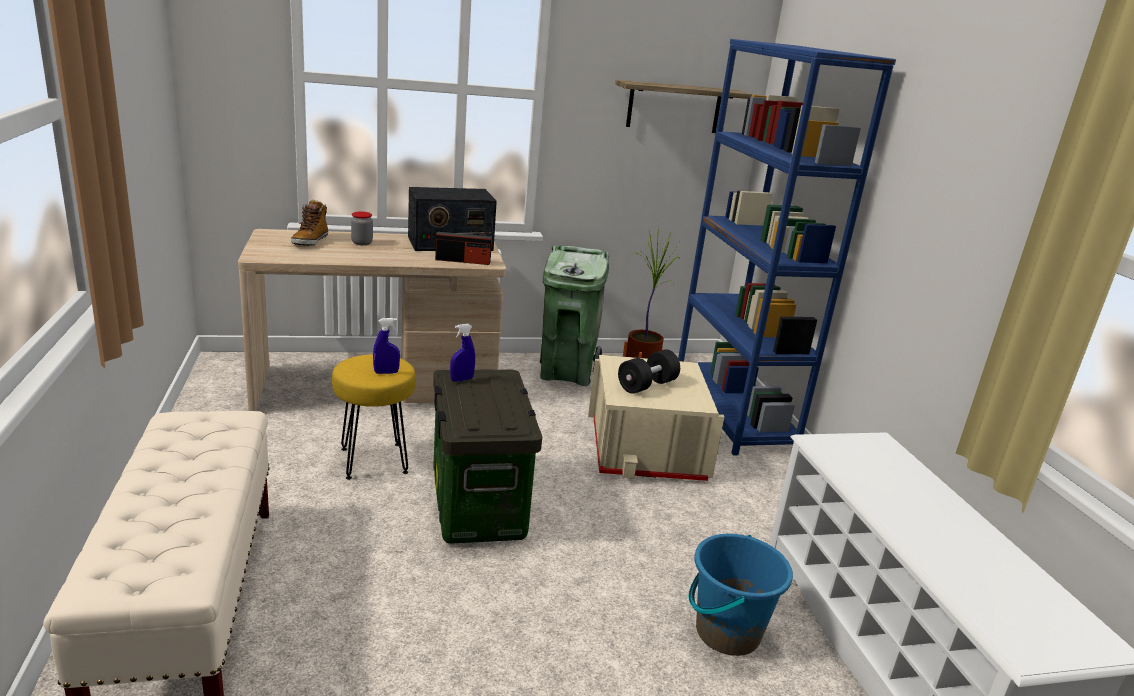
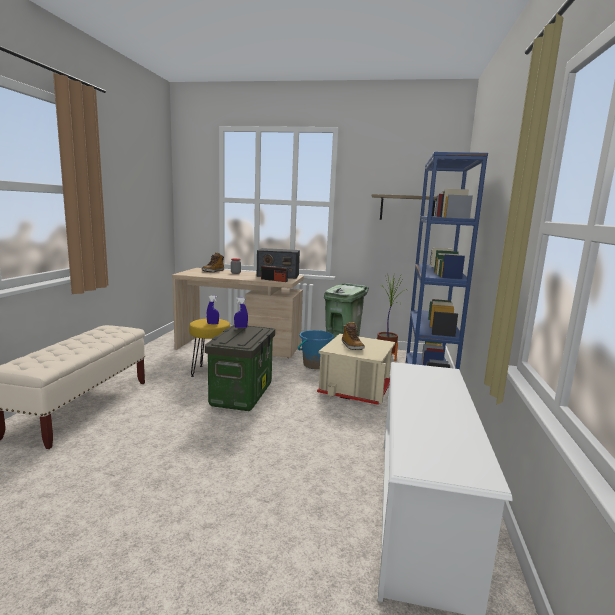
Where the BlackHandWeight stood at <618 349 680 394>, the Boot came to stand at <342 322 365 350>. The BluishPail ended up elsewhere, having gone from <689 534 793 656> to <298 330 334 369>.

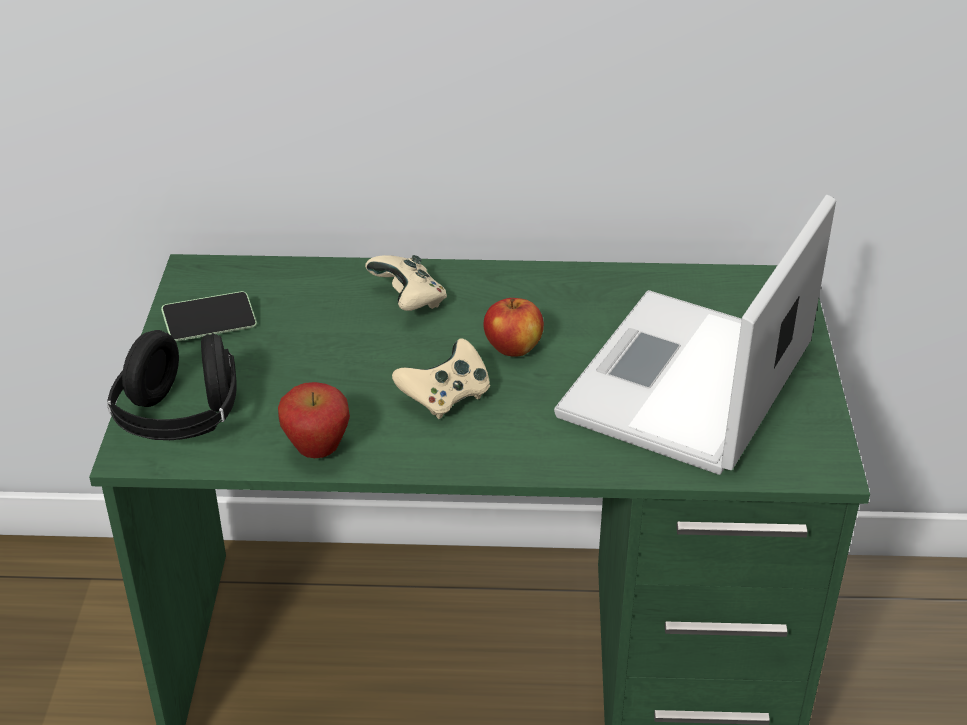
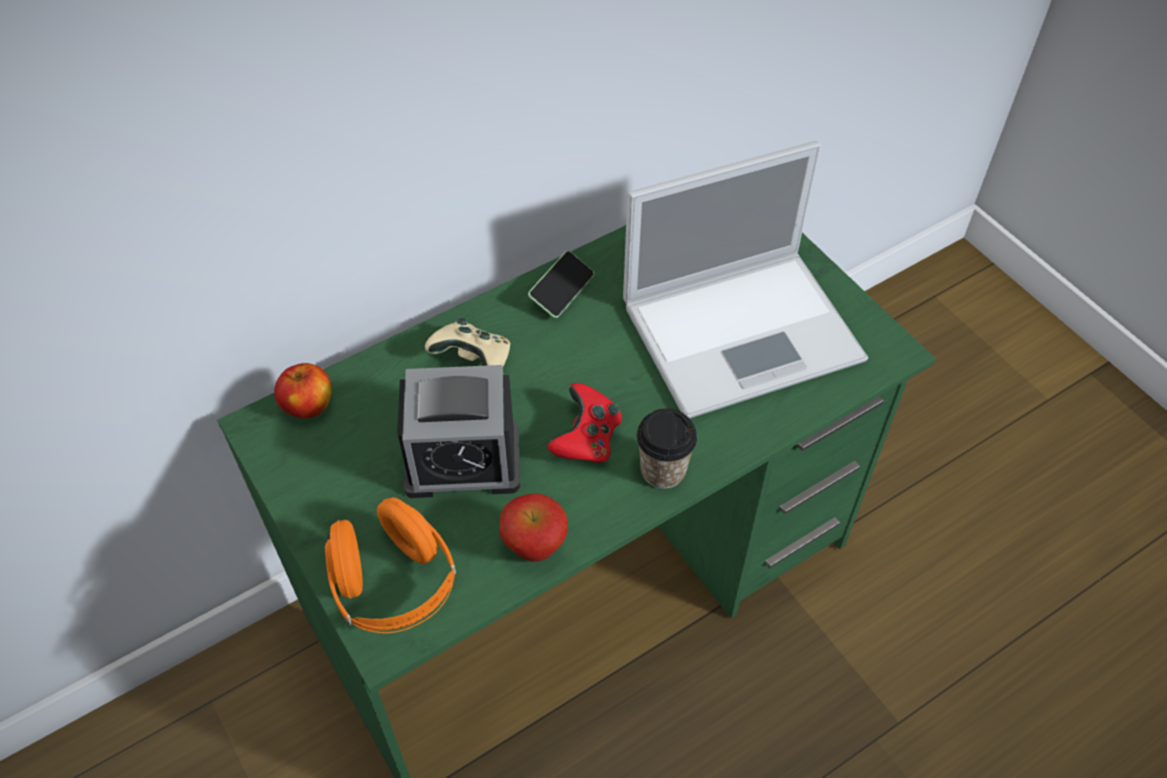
What was the BlackPairOfHeadphones at <107 330 237 440> turned into the OrangePairOfHeadphones at <325 497 456 633>. The Telephone ended up elsewhere, having gone from <161 291 257 341> to <528 251 594 318>. What was the BeigeGamepad at <392 339 490 419> turned into the RedColouredGamepad at <547 383 622 463>. The Apple ended up elsewhere, having gone from <483 298 544 357> to <274 363 332 419>. The Laptop at <554 195 836 475> ended up facing another way, 105 degrees counterclockwise from before. The second view gained the AlarmClock at <397 365 520 498>. The second view gained the DrinkingCup at <637 408 697 489>.

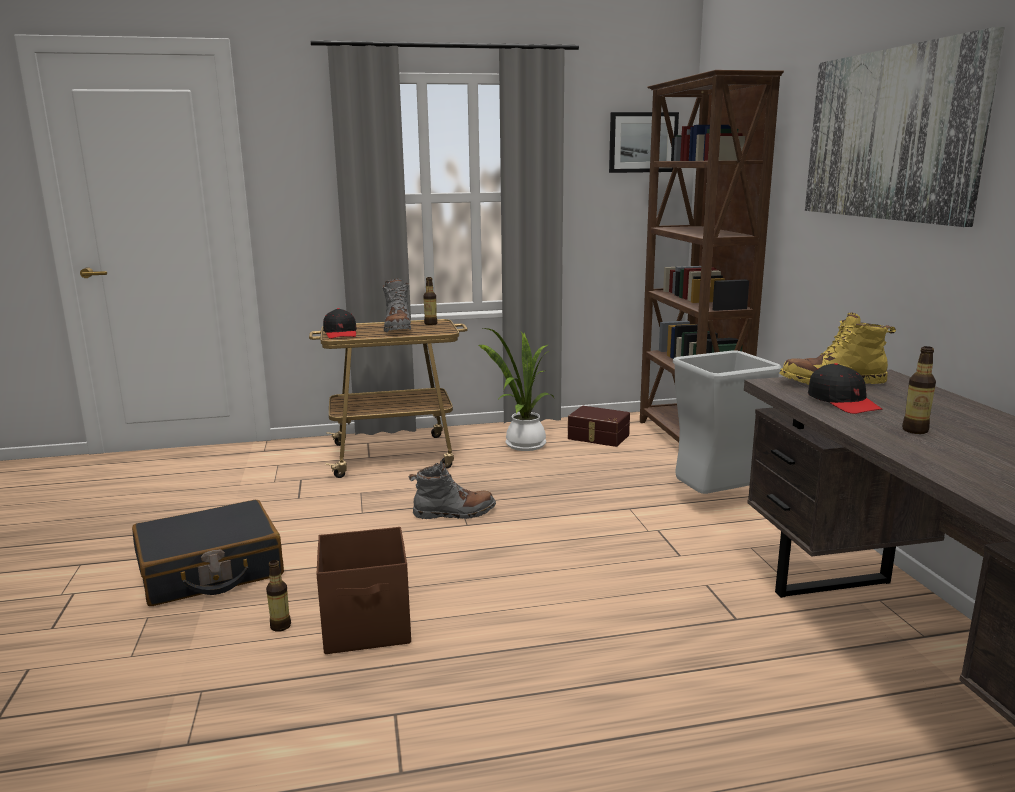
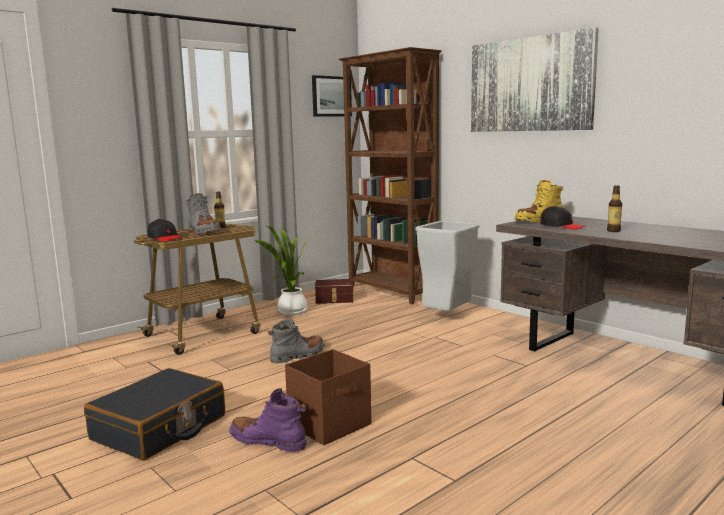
Where the BeverageBottle stood at <266 560 291 632>, the PurpleBoot came to stand at <229 388 308 452>.

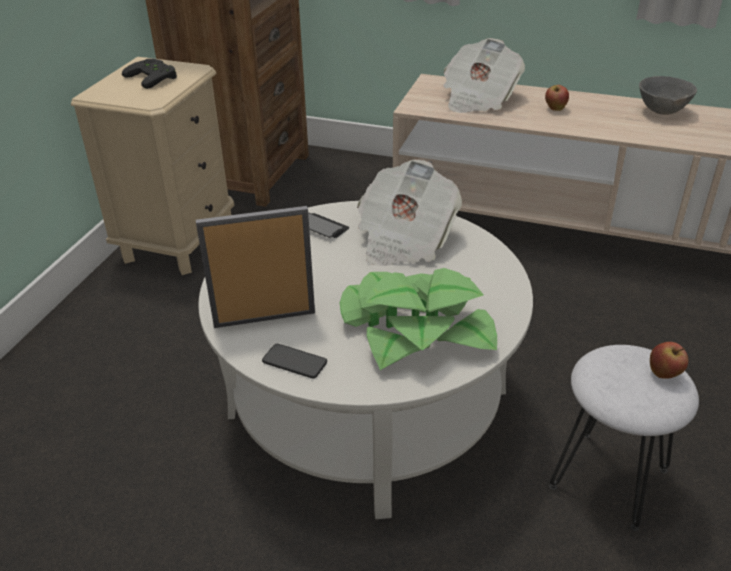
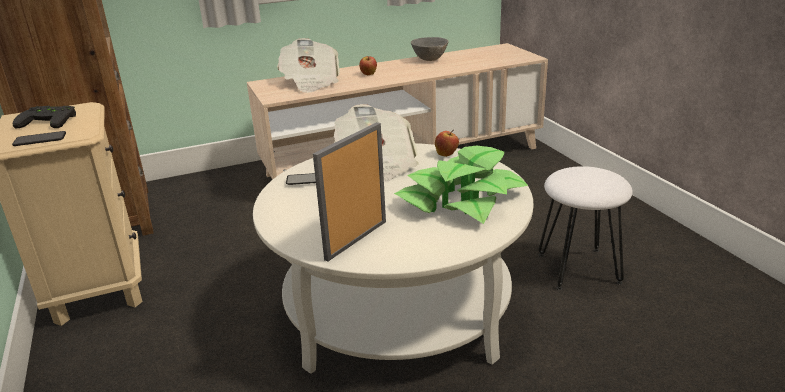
The Telephone ended up elsewhere, having gone from <262 344 327 378> to <12 131 66 146>. The Apple ended up elsewhere, having gone from <650 342 688 379> to <435 129 459 157>.

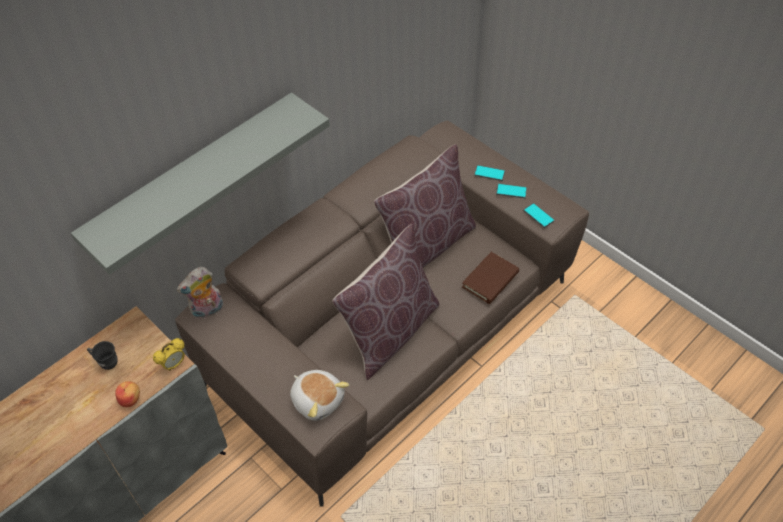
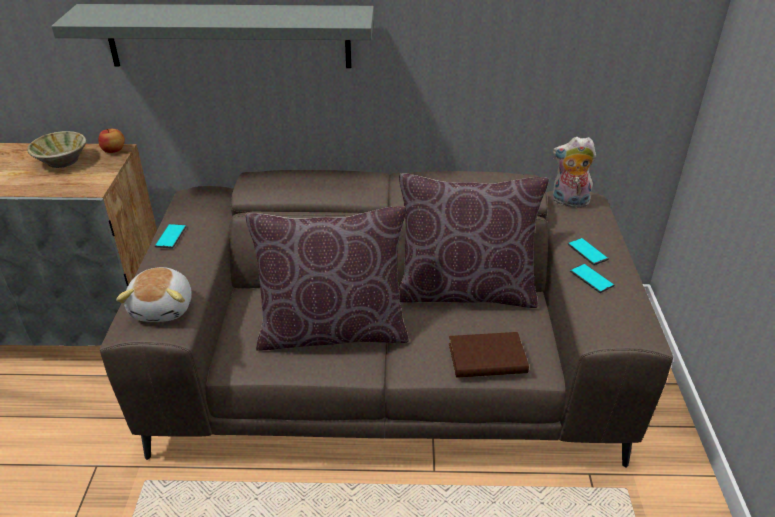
Where the GreyishMug stood at <87 341 118 370>, the BeigeBowl came to stand at <27 131 87 168>. The Apple ended up elsewhere, having gone from <115 381 140 407> to <98 129 125 153>. The second view lost the AlarmClock at <153 338 185 371>. The SoftToy ended up elsewhere, having gone from <177 267 223 319> to <553 137 596 210>. The Telephone ended up elsewhere, having gone from <523 203 555 228> to <155 224 187 249>.

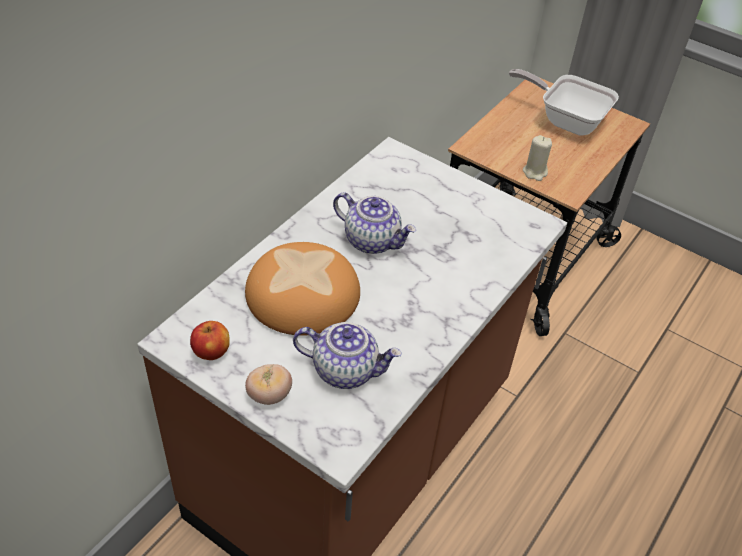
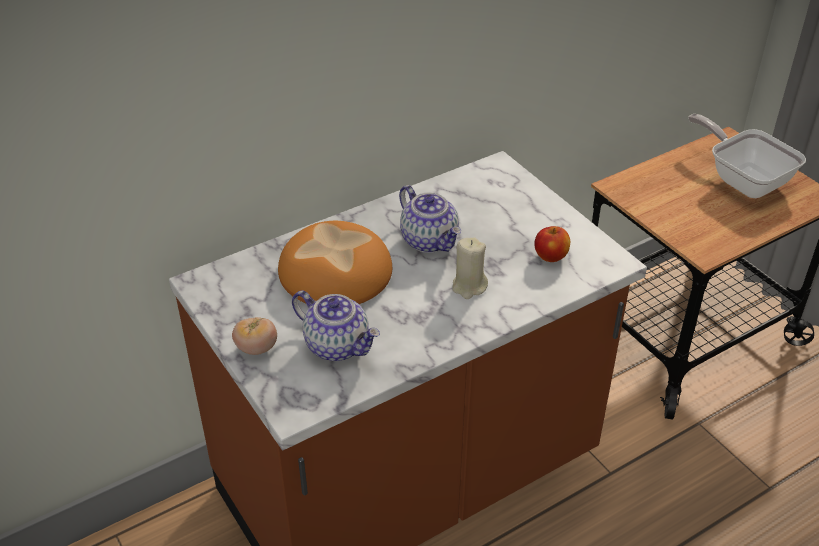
The Apple ended up elsewhere, having gone from <190 321 230 360> to <534 226 570 262>. The BeigeWaxLight ended up elsewhere, having gone from <523 135 552 181> to <452 238 488 299>.

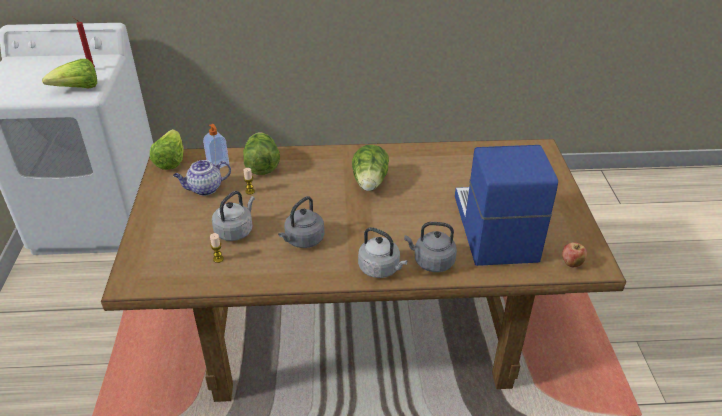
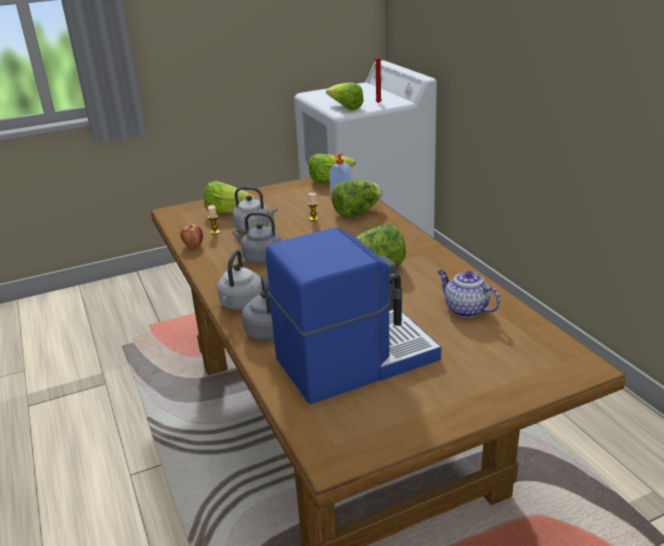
The TeaPot ended up elsewhere, having gone from <173 160 231 196> to <437 270 501 318>. The Apple ended up elsewhere, having gone from <562 242 587 267> to <180 224 203 248>. The second view gained the HeadOfLettuce at <204 181 257 213>.

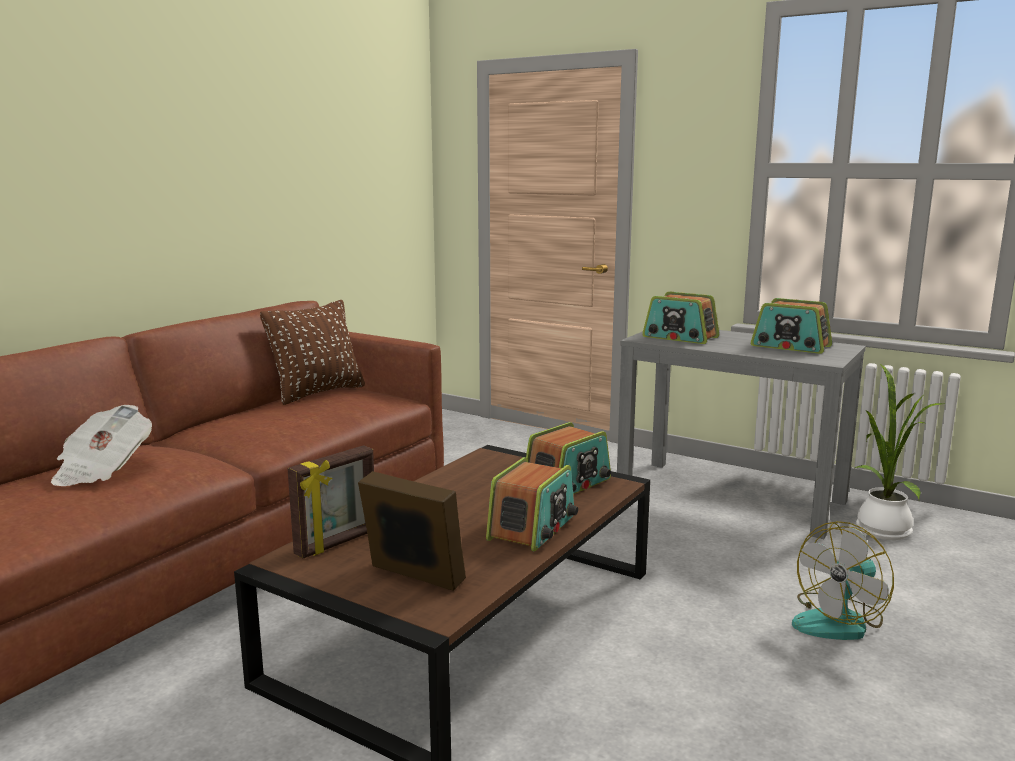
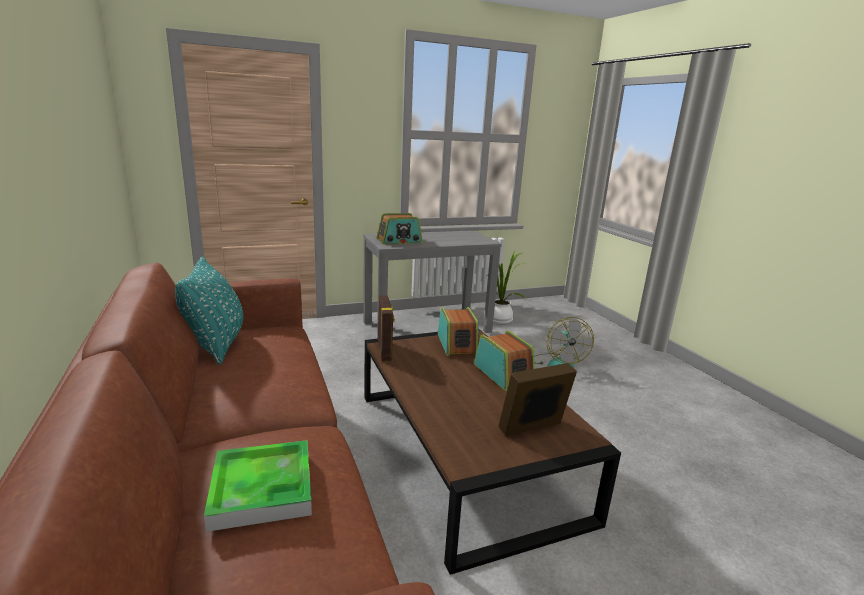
Where the PrintedPaper stood at <51 405 152 486>, the CarryingTray came to stand at <204 440 312 532>. What was the BrownThrowPillow at <260 300 365 405> turned into the TurquoiseThrowPillow at <175 257 243 365>. The PhotoFrame ended up elsewhere, having gone from <288 445 374 559> to <378 295 395 361>. The second view lost the Radio at <751 298 832 354>.

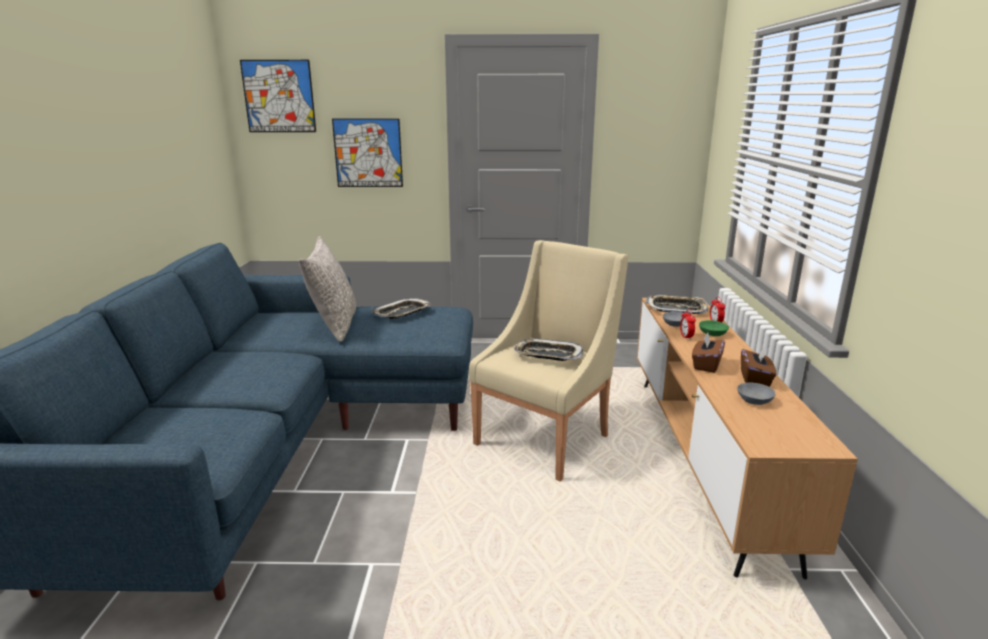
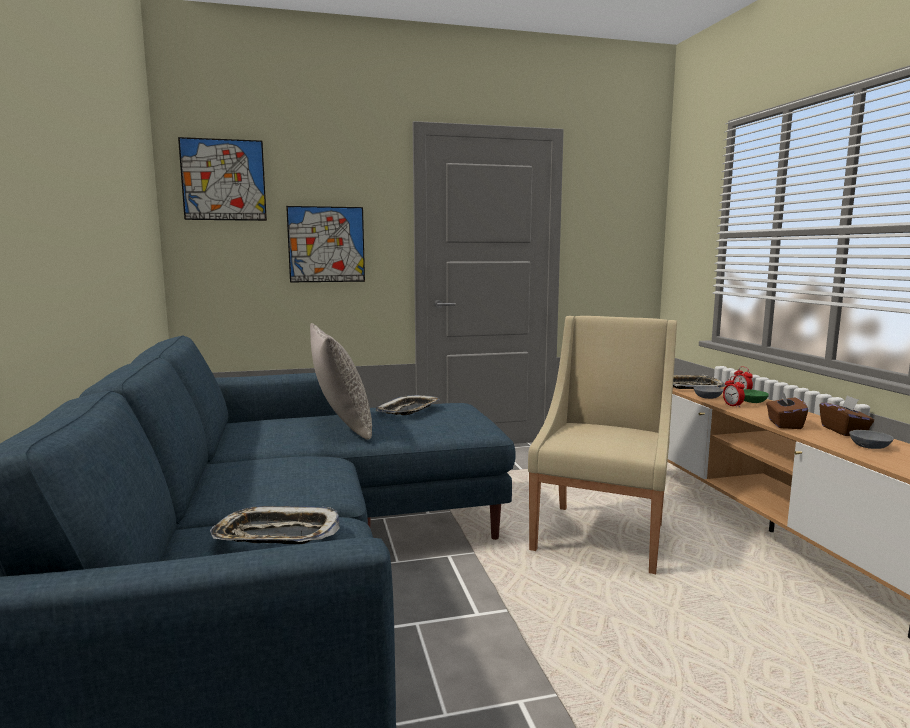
The CarryingTray ended up elsewhere, having gone from <513 338 583 361> to <210 506 340 544>.

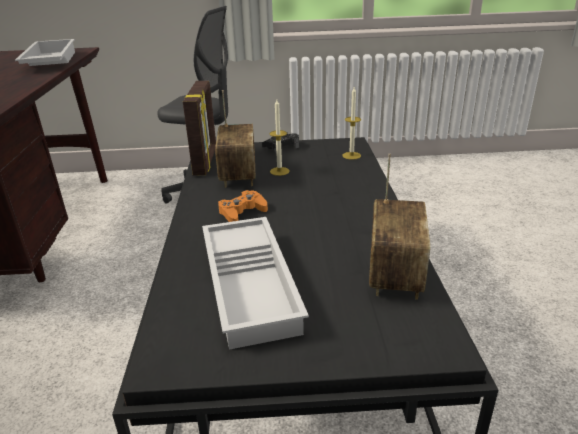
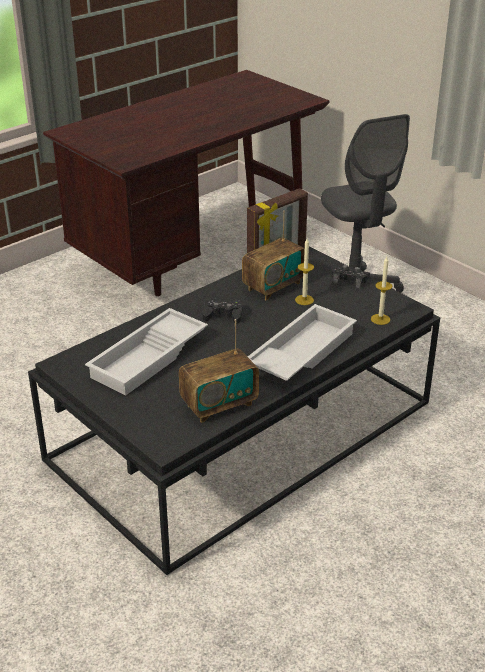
The WhiteCarryingTray ended up elsewhere, having gone from <15 39 75 66> to <248 304 357 381>. What was the OrangeGamepad at <218 190 268 222> turned into the BlackGamepad at <203 298 243 324>.

